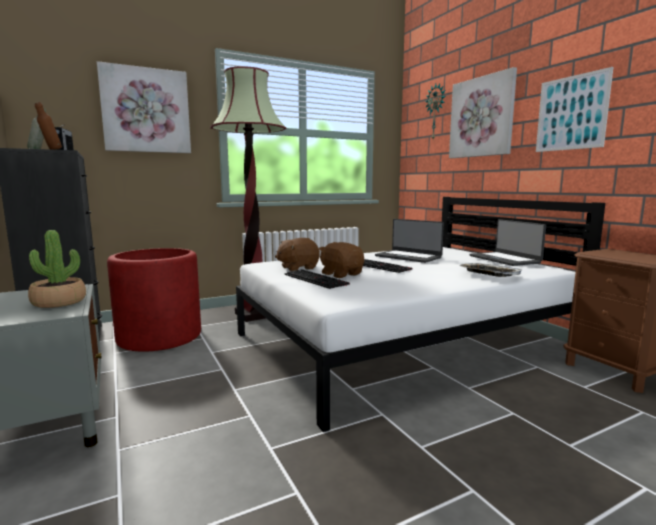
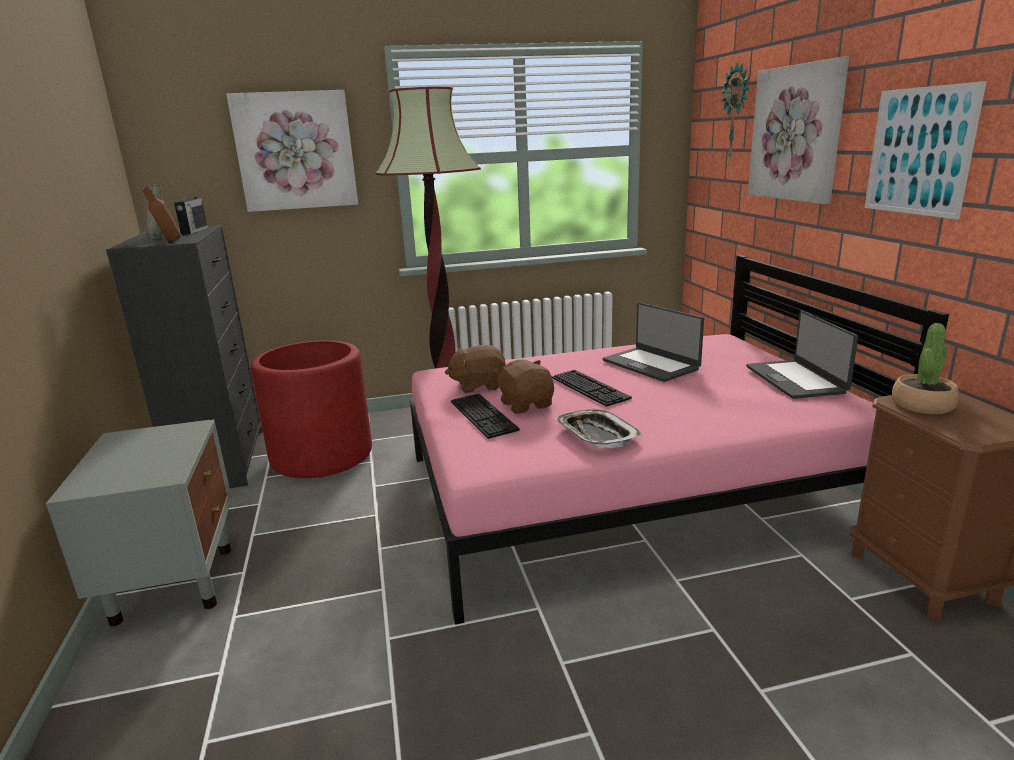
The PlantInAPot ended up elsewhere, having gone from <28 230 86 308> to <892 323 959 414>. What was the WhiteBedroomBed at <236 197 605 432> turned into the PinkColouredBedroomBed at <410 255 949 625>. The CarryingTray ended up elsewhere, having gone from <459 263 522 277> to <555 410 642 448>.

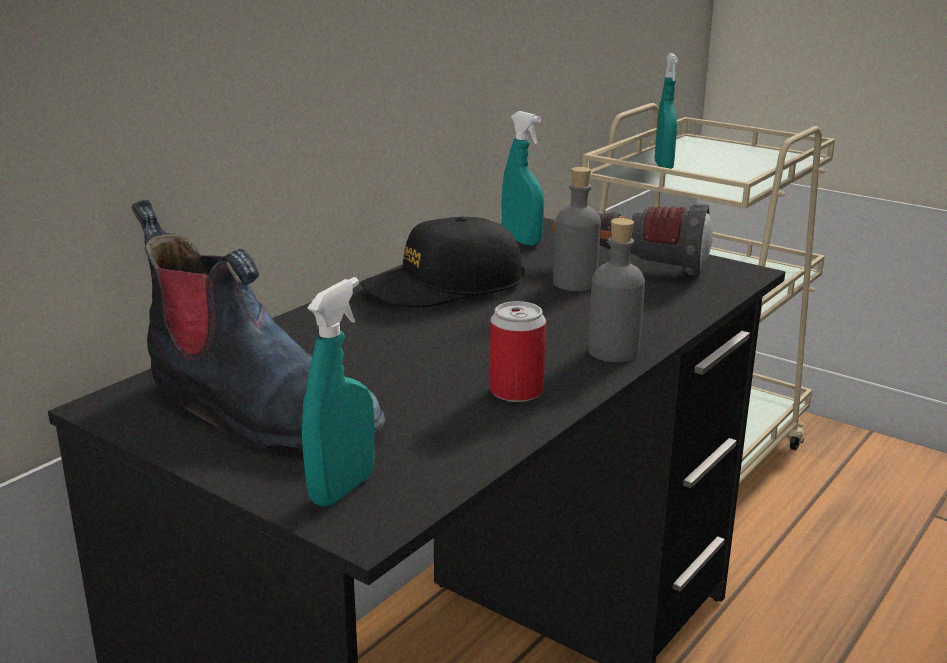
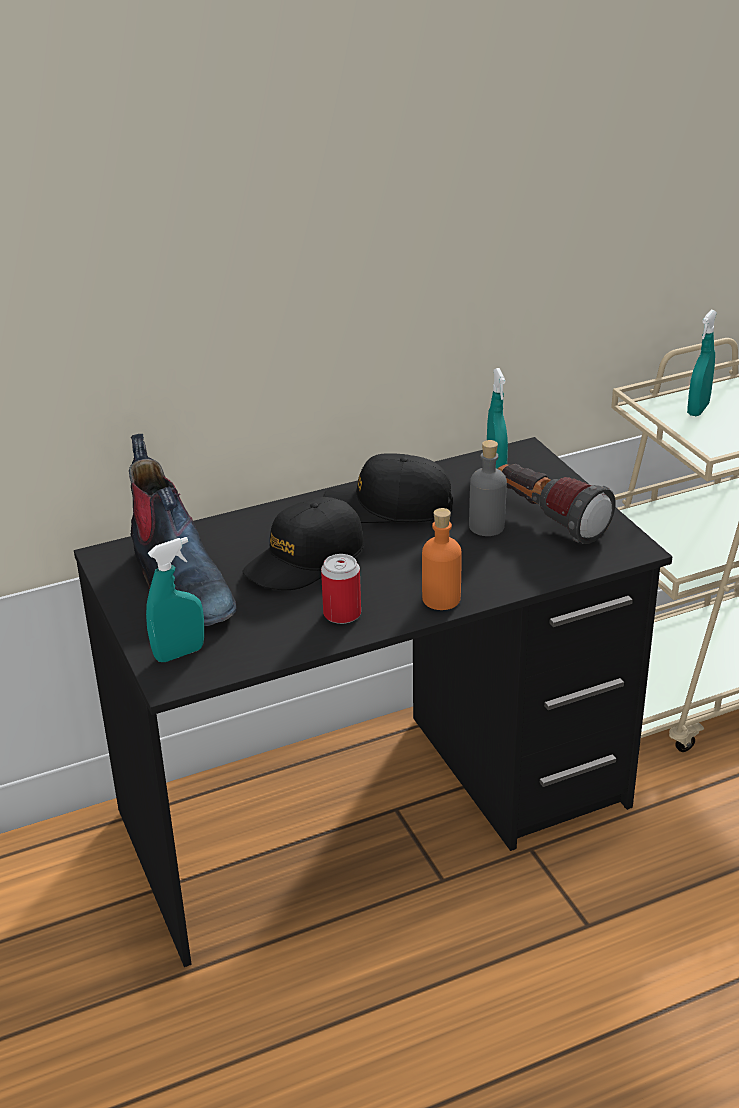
What was the GreyishBeverageBottle at <588 218 645 362> turned into the OrangeBeverageBottle at <422 508 462 610>. The second view gained the BlackPeakedCap at <243 497 364 590>.

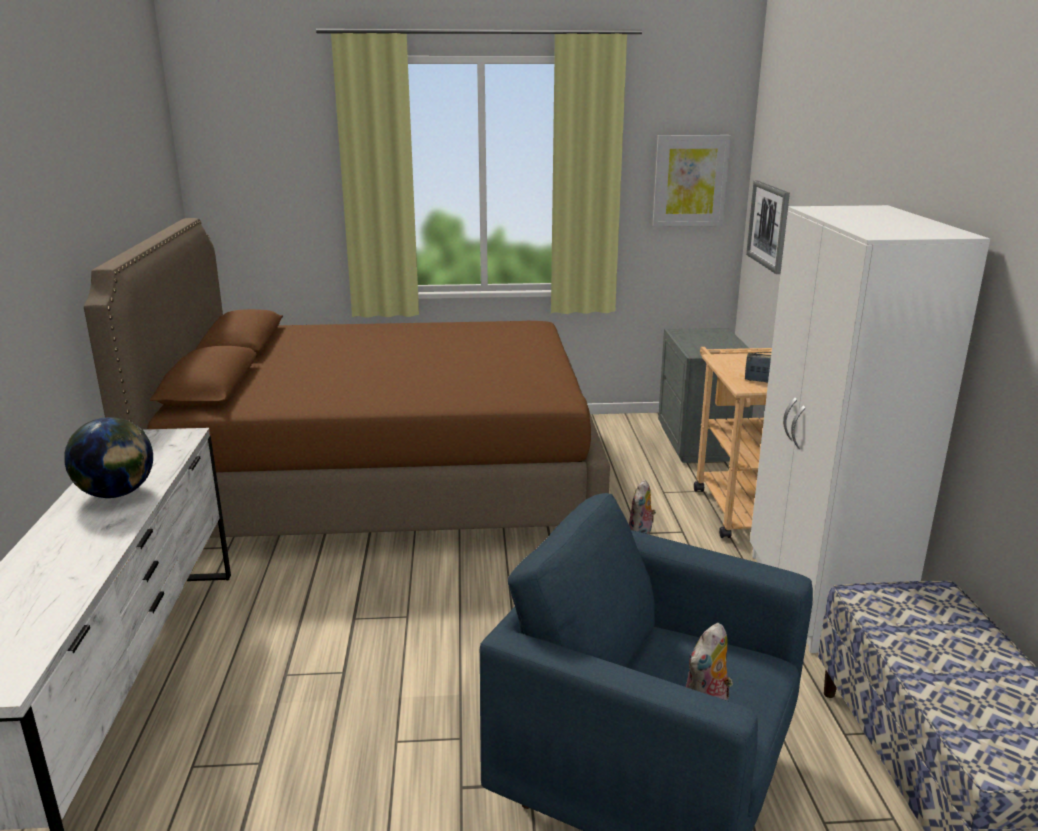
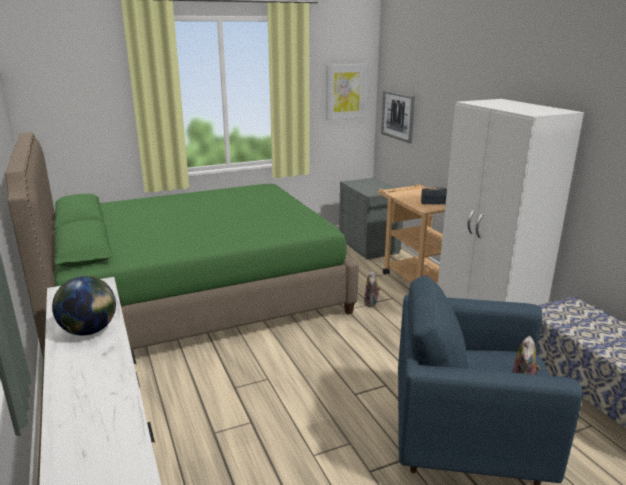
What was the BrownBedroomBed at <84 218 610 538> turned into the GreenishBedroomBed at <5 132 359 361>.

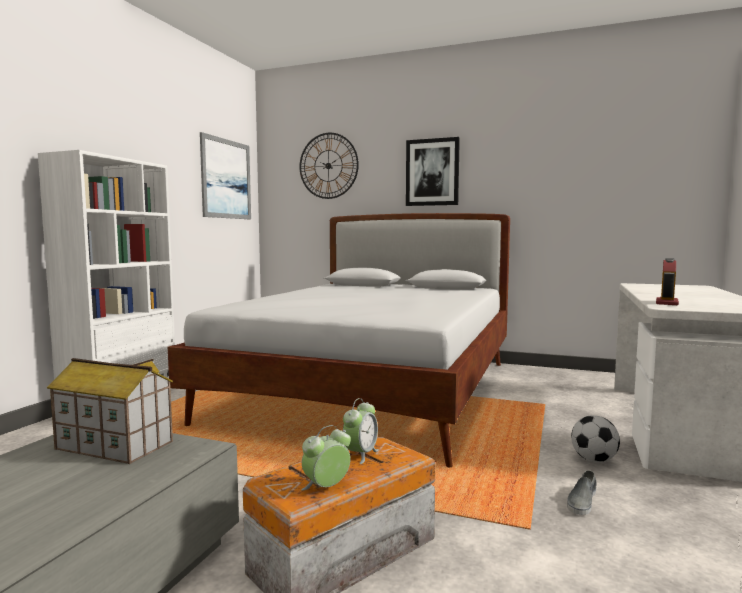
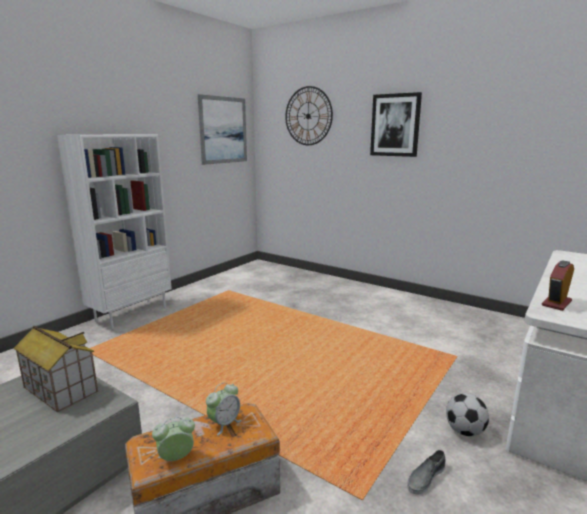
The second view lost the WhiteBedroomBed at <168 213 510 468>.

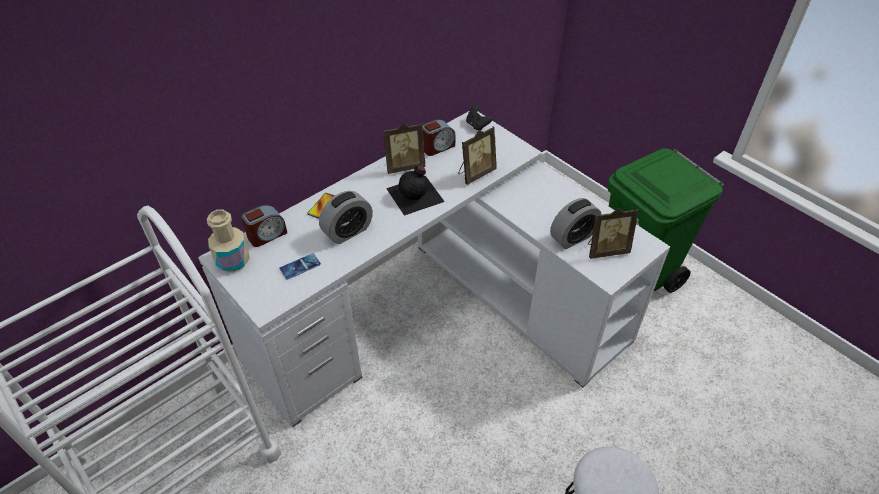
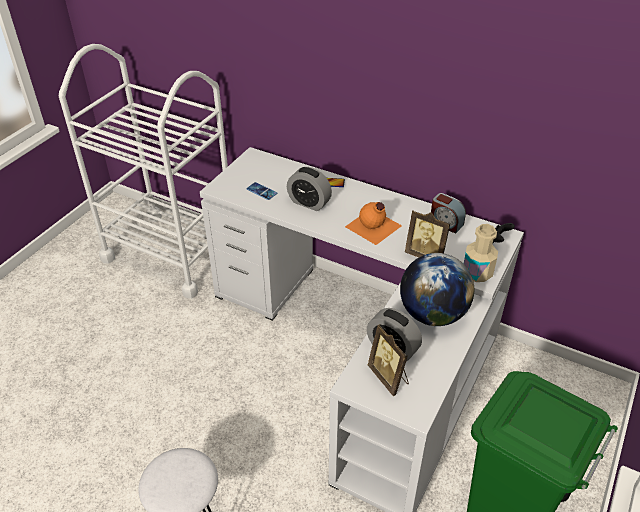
The BeigeBeverageBottle ended up elsewhere, having gone from <207 210 250 272> to <464 224 498 282>. The second view lost the AlarmClock at <241 205 287 247>. The second view lost the PhotoFrame at <383 123 425 174>. What was the BlackBeverageBottle at <386 165 445 216> turned into the OrangeBeverageBottle at <345 202 402 245>. The second view gained the Globe at <400 253 474 326>.

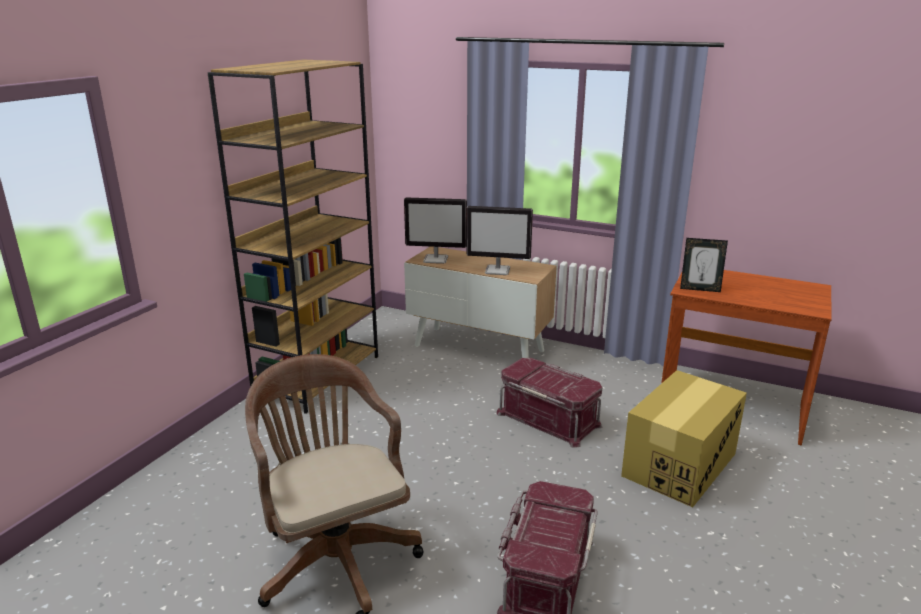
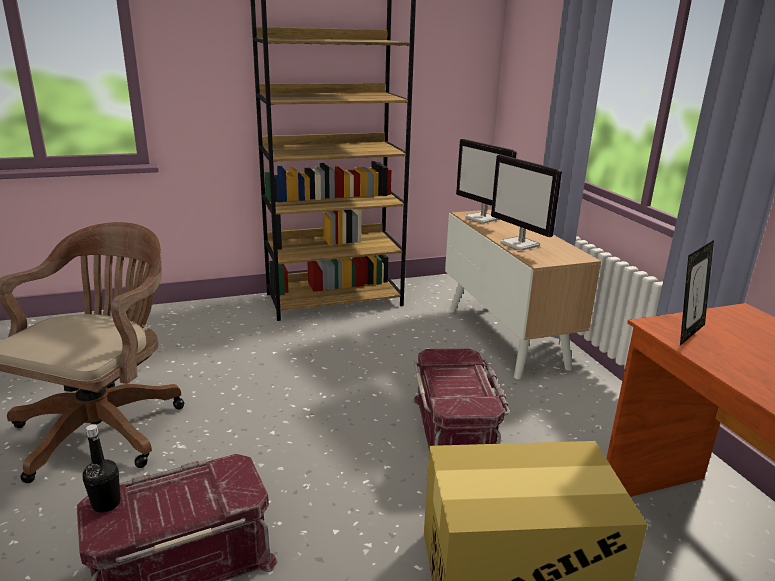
The PhotoFrame at <680 238 728 292> ended up facing another way, 105 degrees counterclockwise from before. The second view gained the BlackBeverageBottle at <83 424 121 513>.

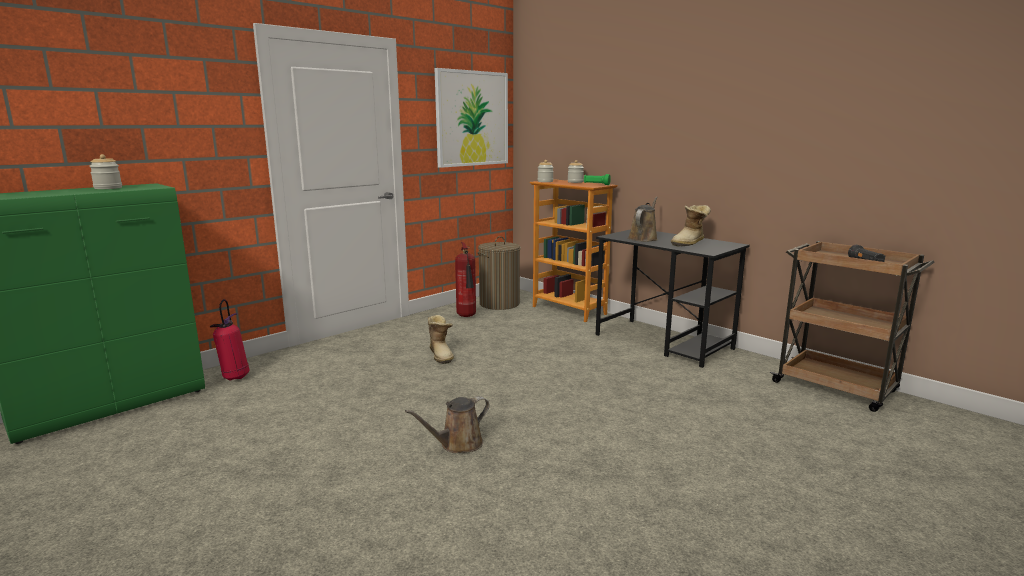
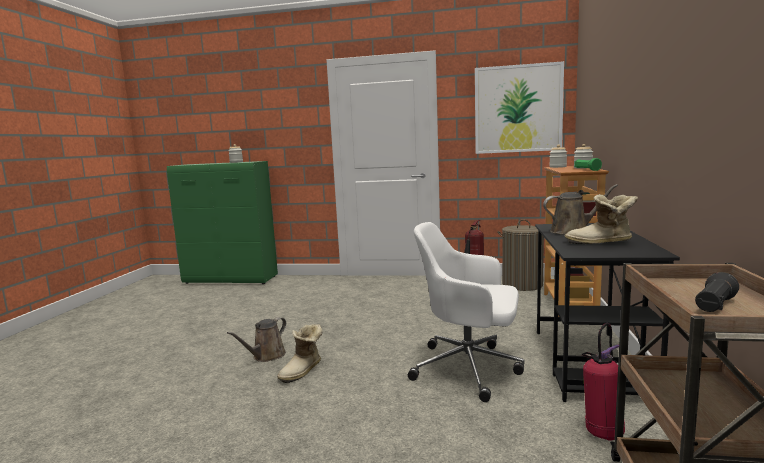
The FireExtinguisher ended up elsewhere, having gone from <210 299 250 380> to <582 323 625 441>. The BrownWateringPot at <405 396 490 453> ended up facing another way, 75 degrees counterclockwise from before. The Boot ended up elsewhere, having gone from <428 315 454 364> to <277 324 323 383>. The second view gained the WhiteOfficeChair at <408 222 525 402>.

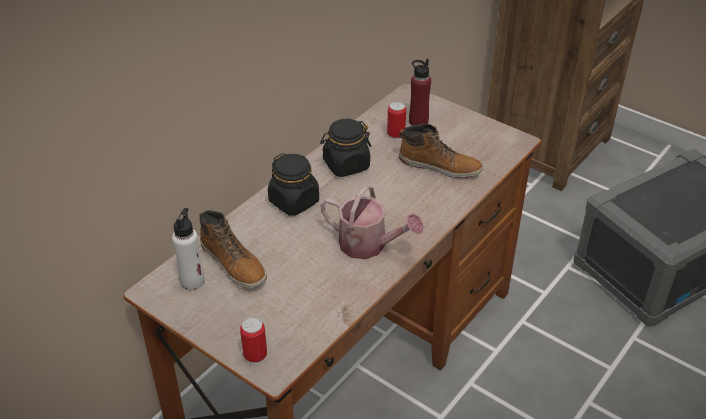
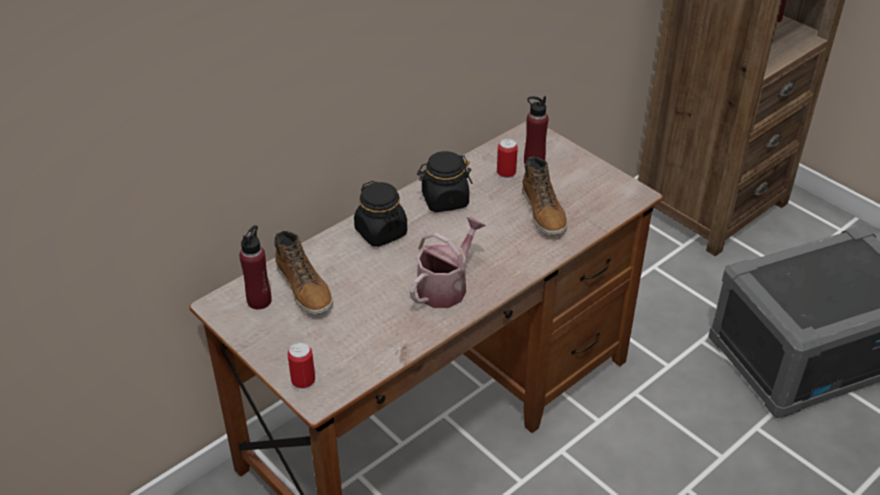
What was the WhiteBeverageBottle at <172 208 204 290> turned into the RedColouredBeverageBottle at <239 225 272 309>. The WateringPot at <320 186 423 259> ended up facing another way, 90 degrees counterclockwise from before. The Boot at <399 124 483 178> ended up facing another way, 45 degrees clockwise from before.

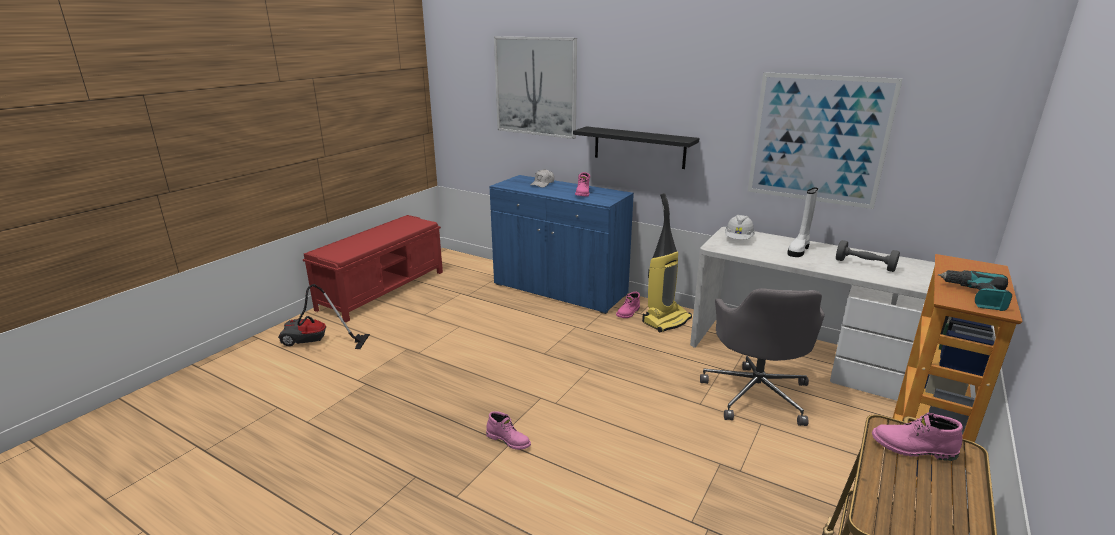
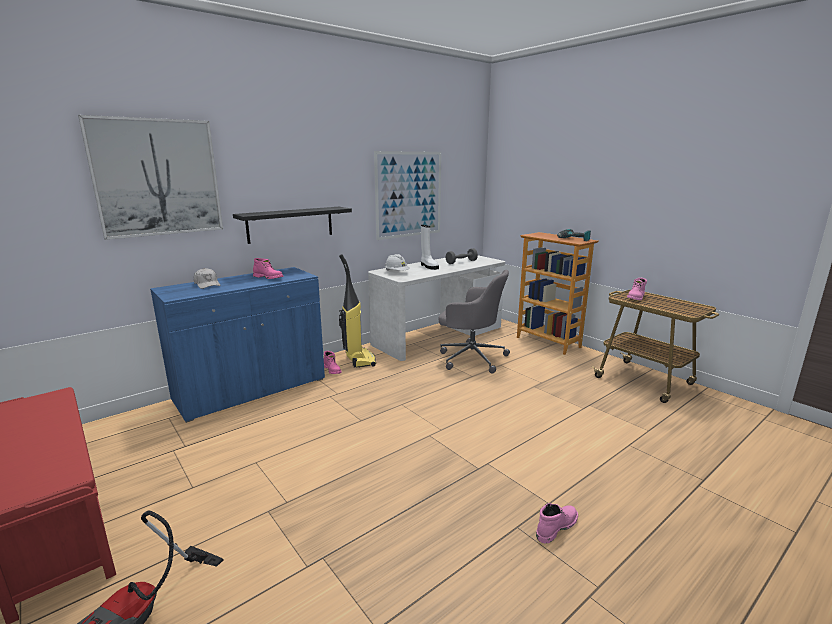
The PinkColouredBoot ended up elsewhere, having gone from <486 411 531 450> to <536 503 578 544>.

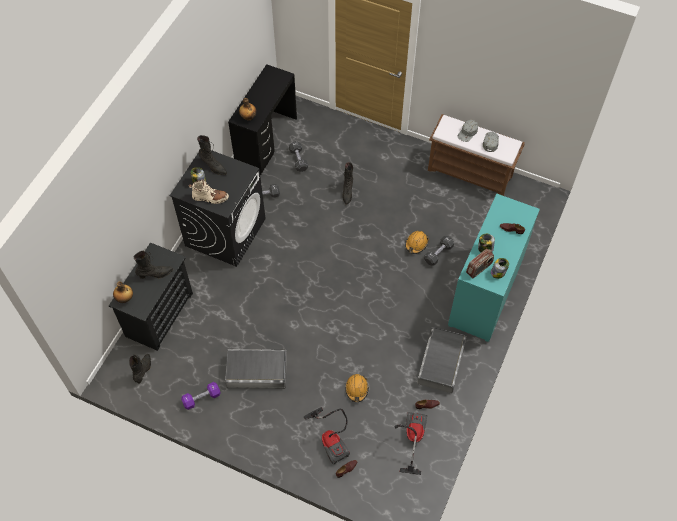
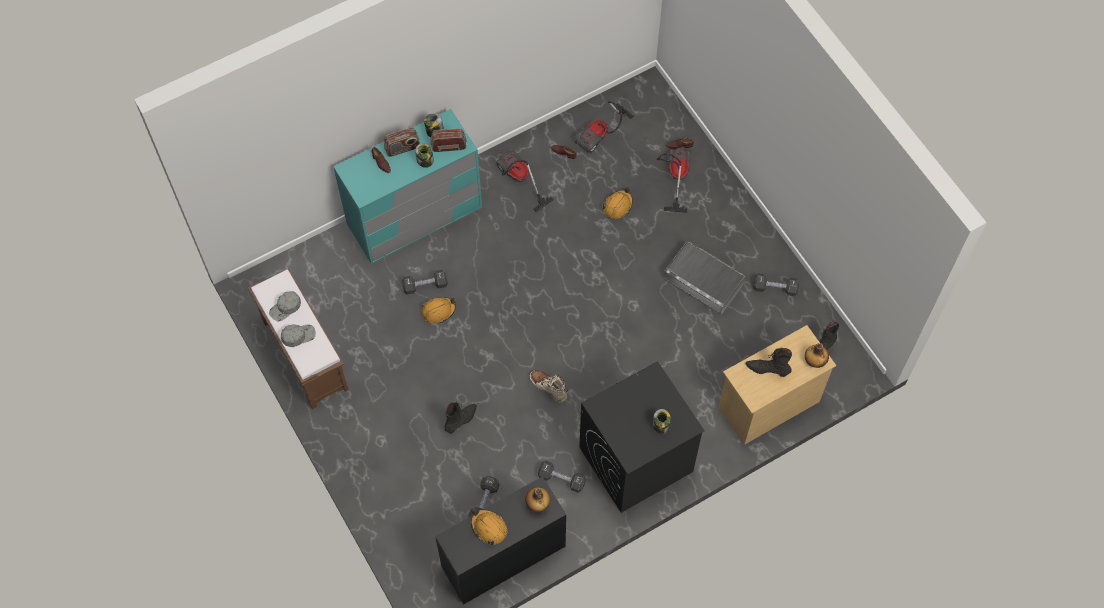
What was the BlackDrawerChest at <109 242 193 351> turned into the BeigeDrawerChest at <719 325 836 445>. What was the PurpleHandWeight at <181 382 221 410> turned into the BlackHandWeight at <753 273 799 296>. The BeigeBoot ended up elsewhere, having gone from <189 179 229 204> to <529 370 568 402>. The second view lost the BlackBoot at <197 135 227 175>. Where the GreyishStorageBox stood at <417 327 466 393>, the Hoover came to stand at <496 151 554 212>. The second view gained the Radio at <384 128 420 157>. The second view gained the OrangeWorkHelmet at <471 509 507 545>.

